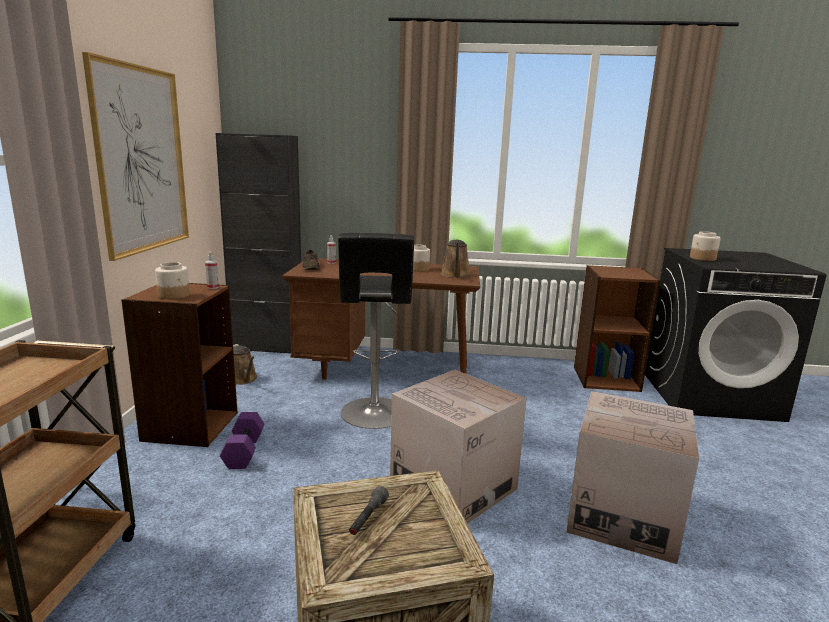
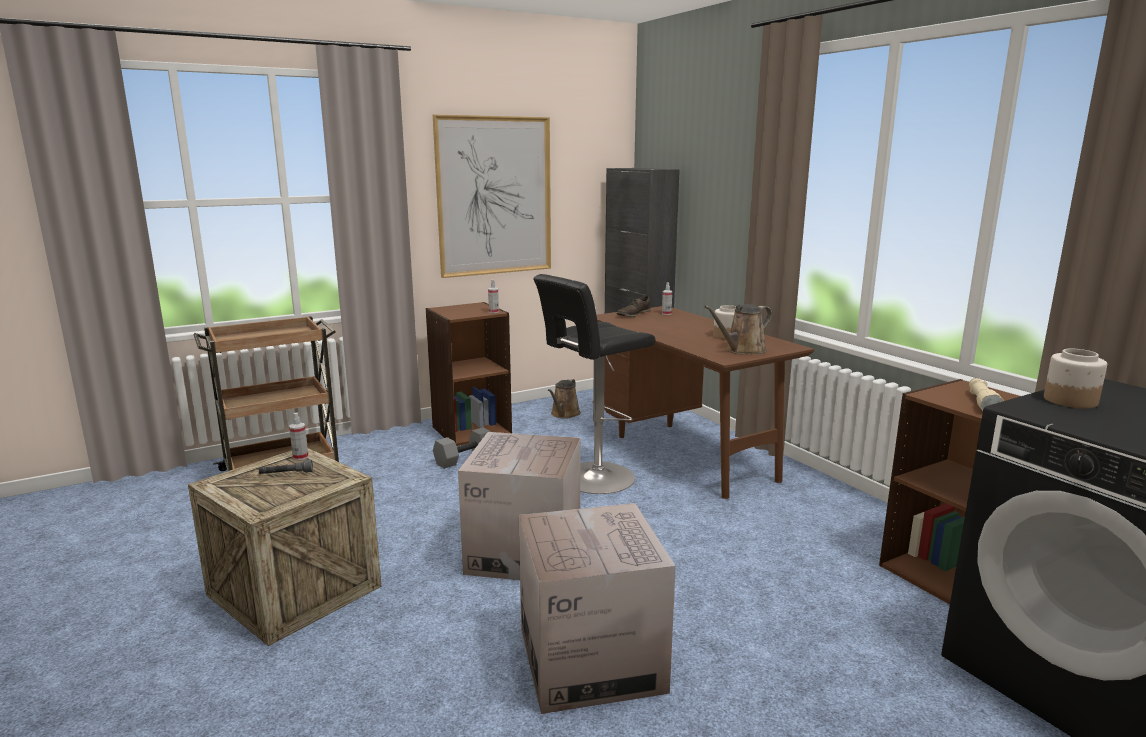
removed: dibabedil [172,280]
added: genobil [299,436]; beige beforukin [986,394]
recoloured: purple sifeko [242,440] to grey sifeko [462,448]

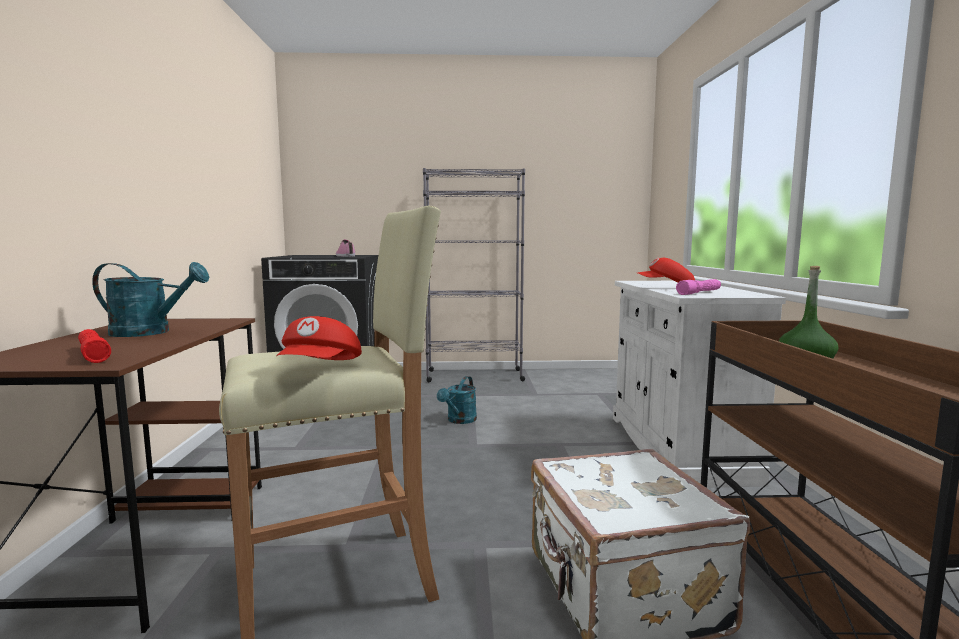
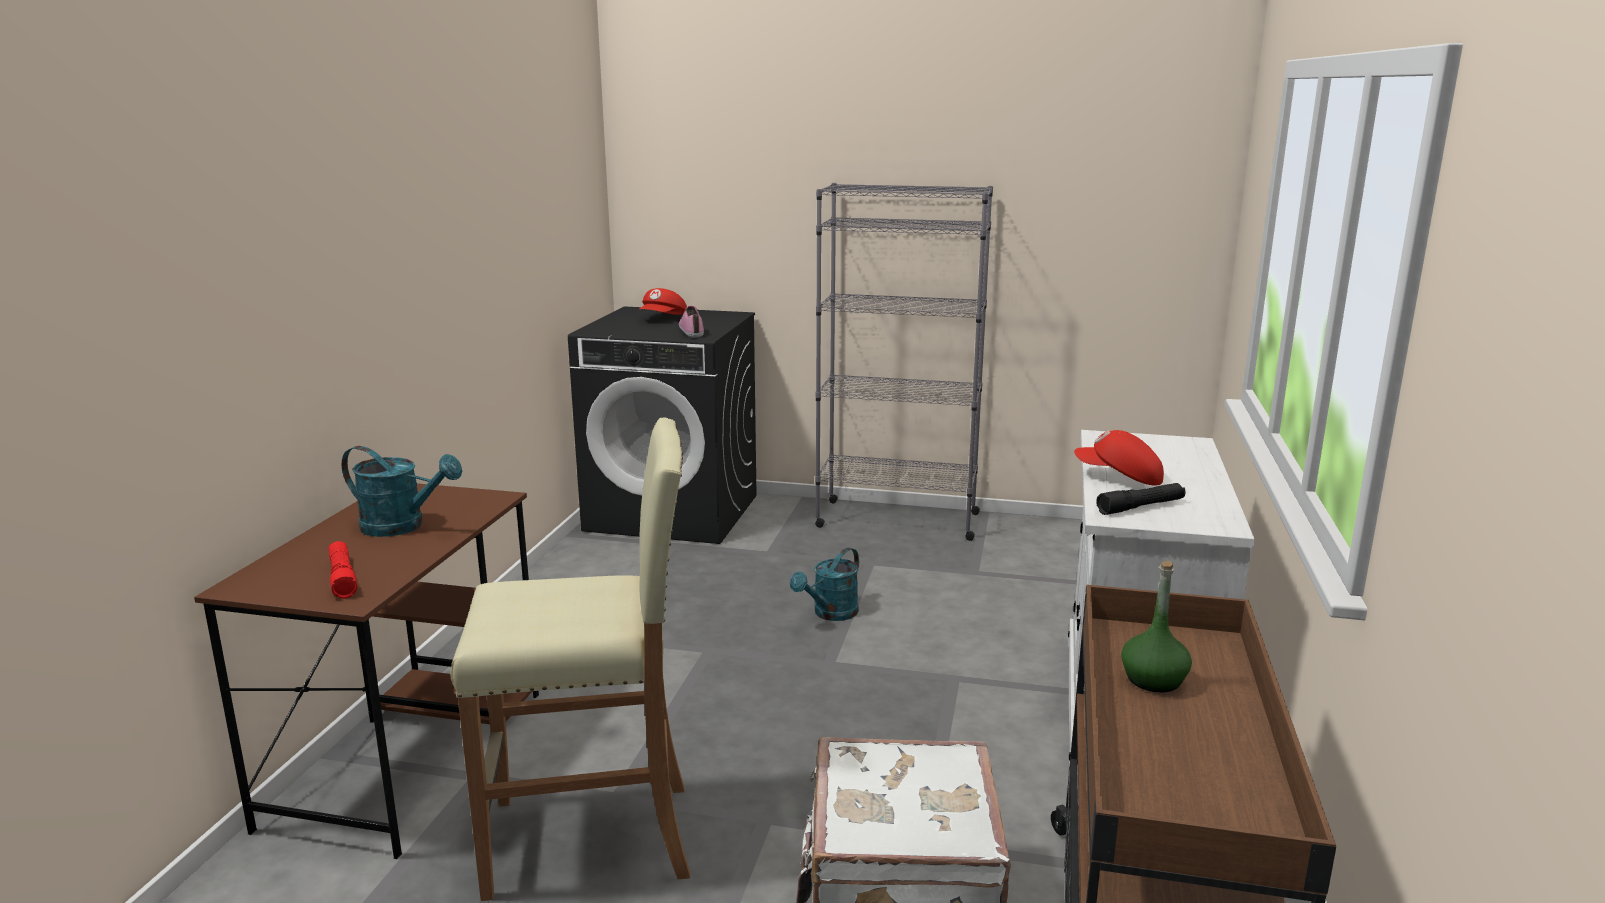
moved: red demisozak [319,338] to [663,301]
recoloured: pink beforukin [698,287] to black beforukin [1141,499]

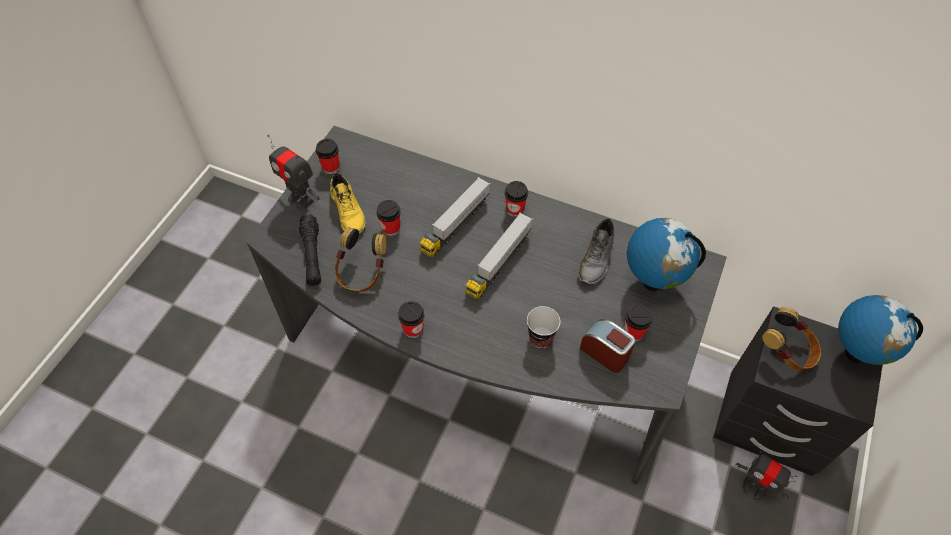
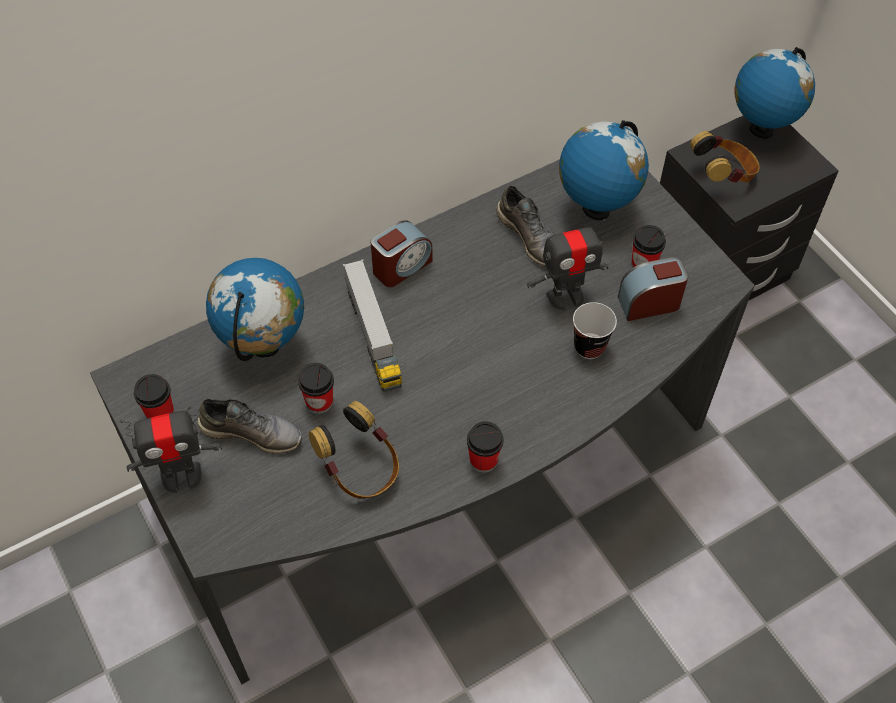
removed: black beforukin [310,250]; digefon [499,257]
added: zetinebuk [255,309]
moved: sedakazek [766,475] to [568,264]
replaced: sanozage [516,199] to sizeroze [402,253]
recoloured: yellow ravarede [348,202] to grey ravarede [249,426]

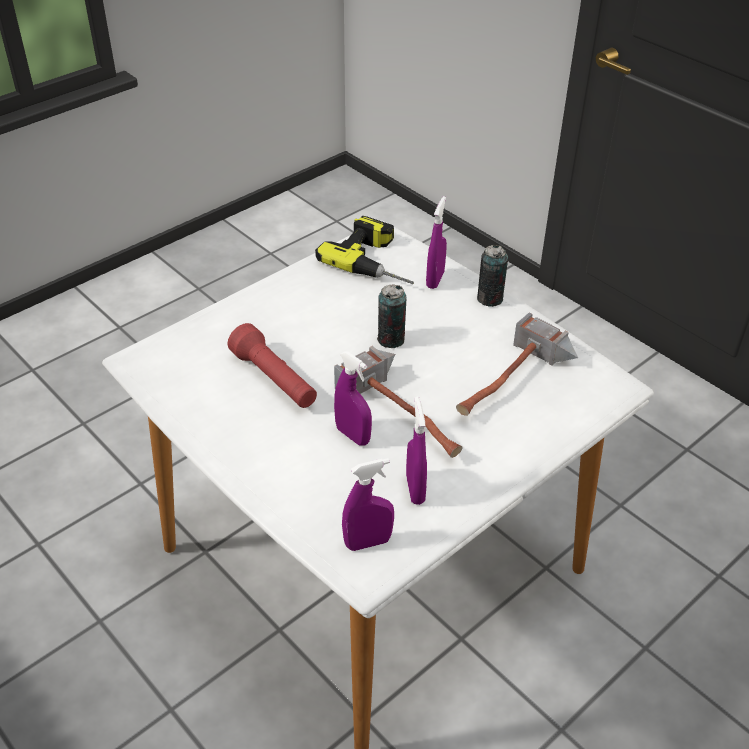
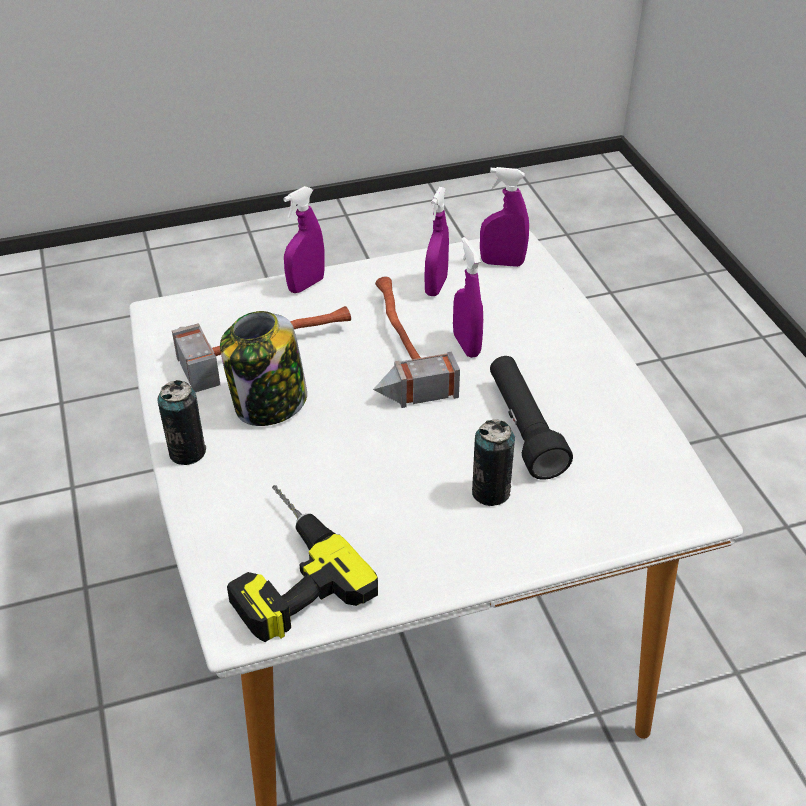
added: dibabedil [263,368]
moved: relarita [392,316] to [493,463]; purple genobil [436,242] to [304,239]
recoloured: red beforukin [272,365] to black beforukin [531,418]

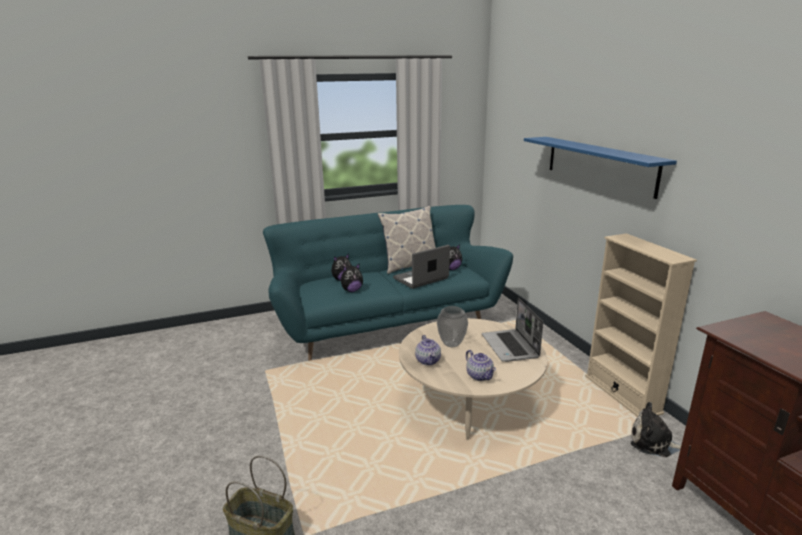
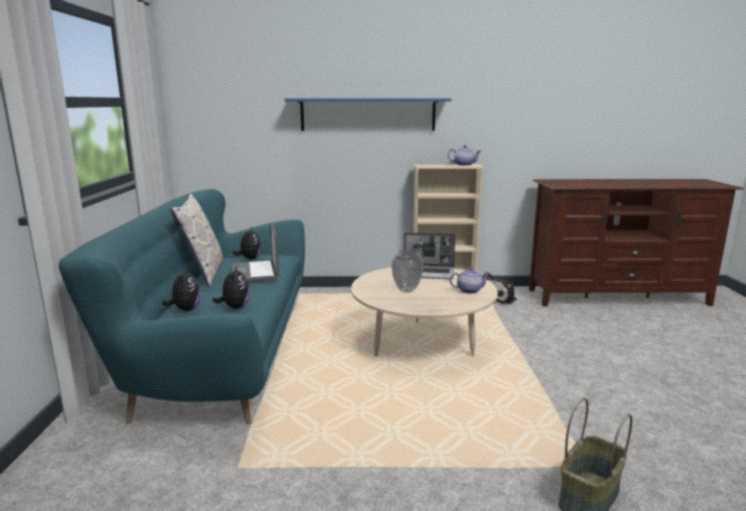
moved: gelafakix [428,350] to [464,155]

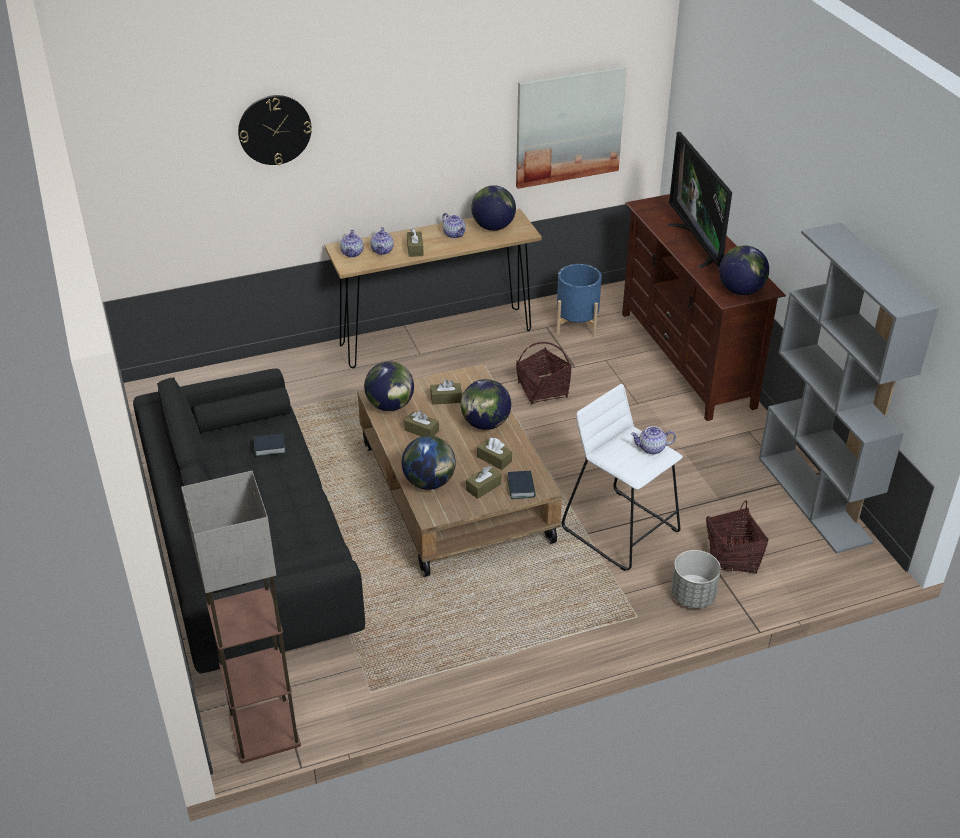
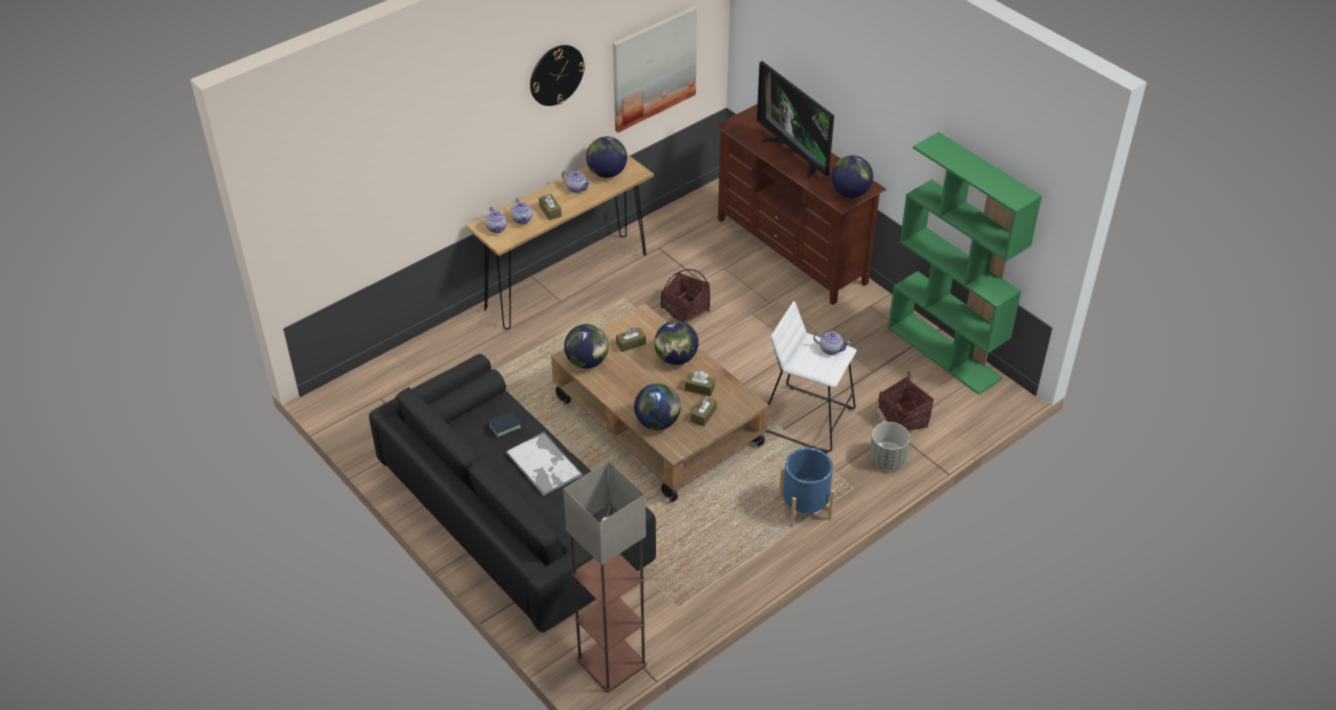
removed: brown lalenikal [421,424]; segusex [521,485]
added: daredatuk [544,464]
moved: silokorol [275,130] to [557,75]; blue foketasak [579,300] to [807,487]
recoloured: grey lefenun [849,388] to green lefenun [965,263]
turned: gelafakix [653,440] = [832,343] 135 degrees counterclockwise

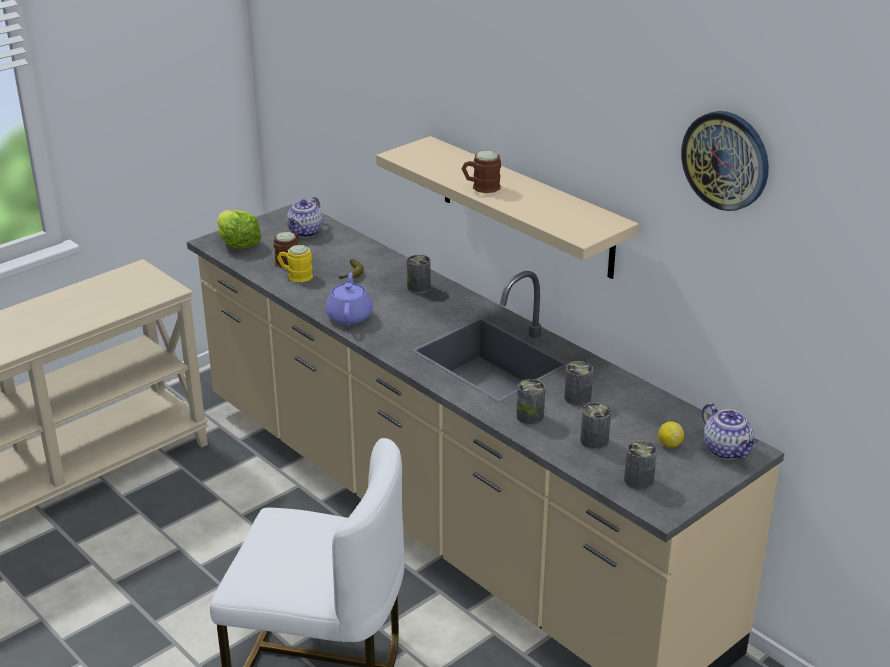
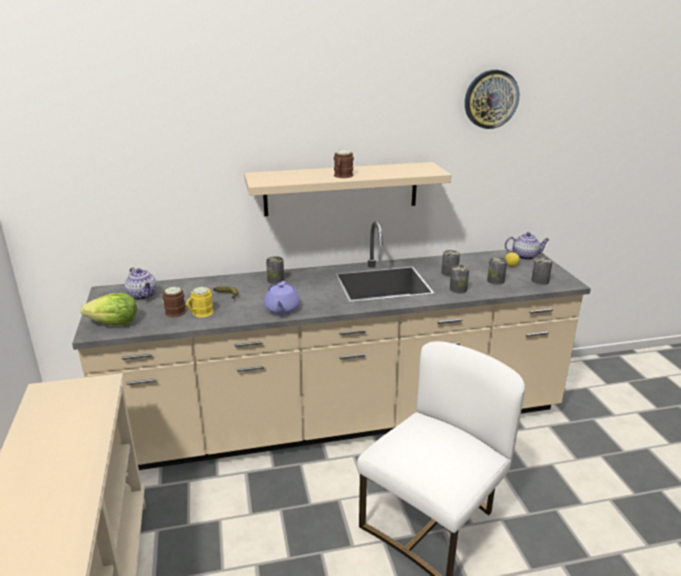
turned: purple gelafakix [349,298] = [282,298] 120 degrees counterclockwise

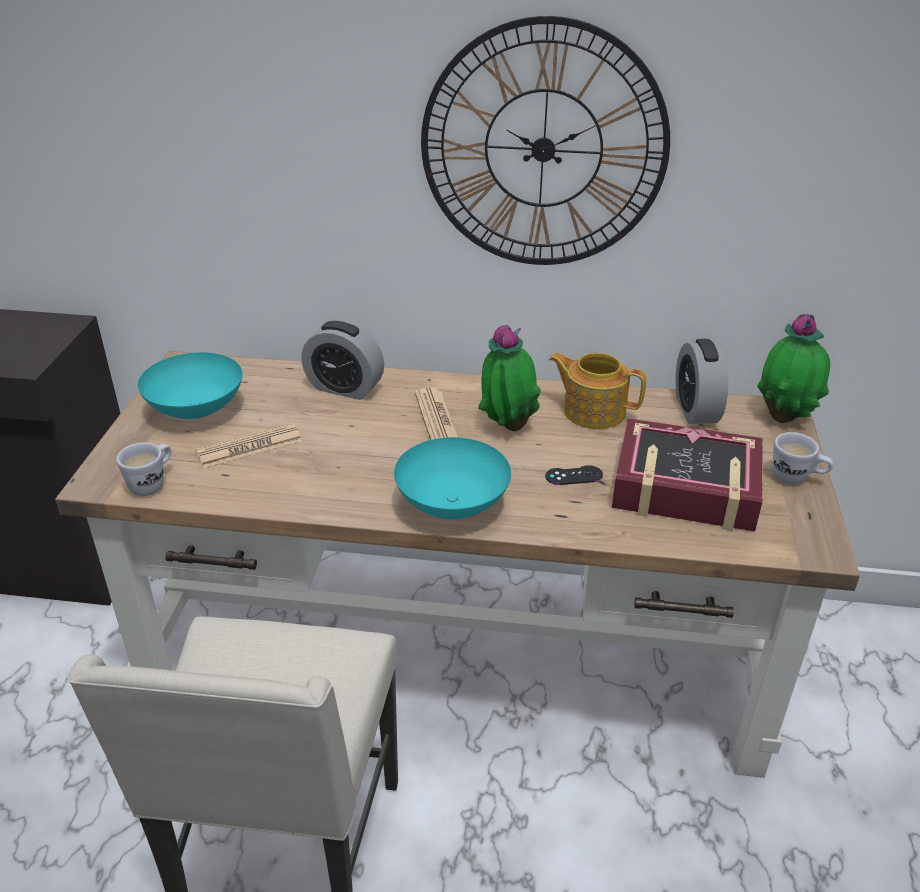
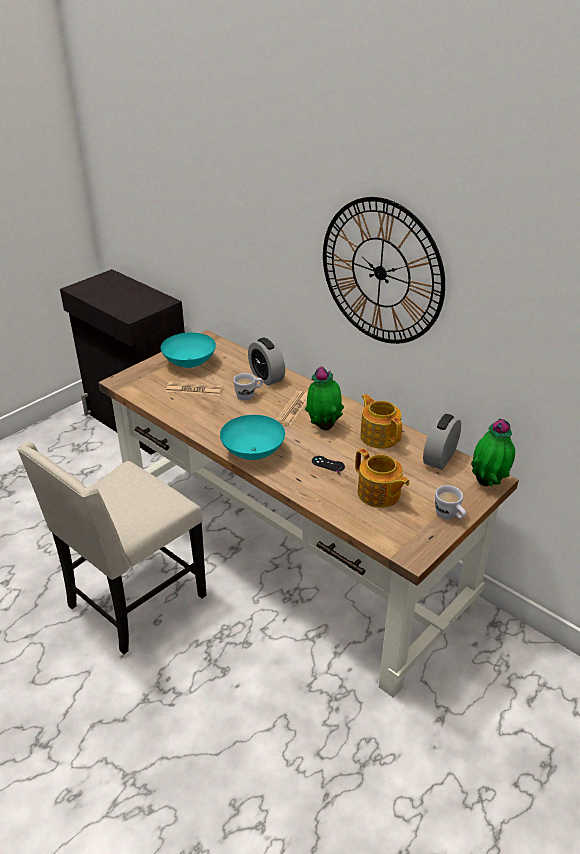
moved: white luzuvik [143,469] to [248,386]
replaced: segusex [687,475] to gelafakix [382,478]

